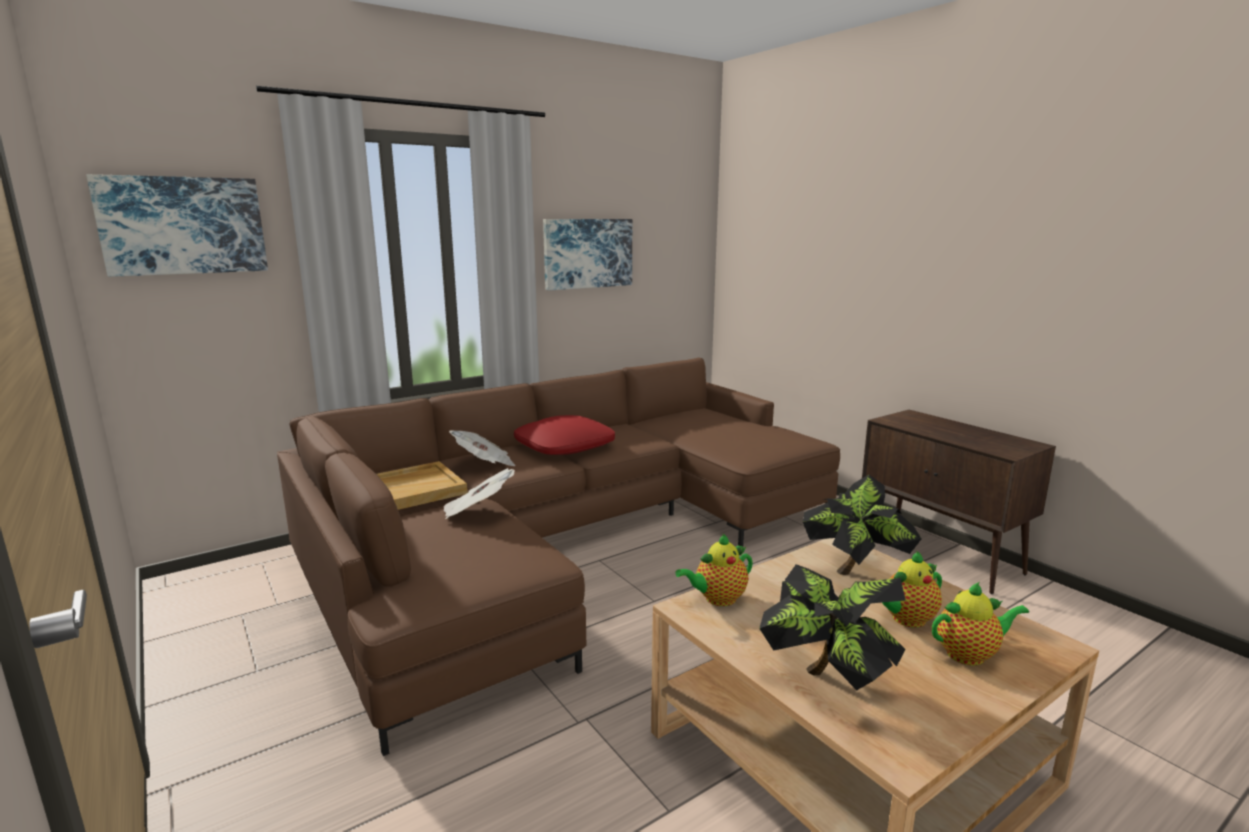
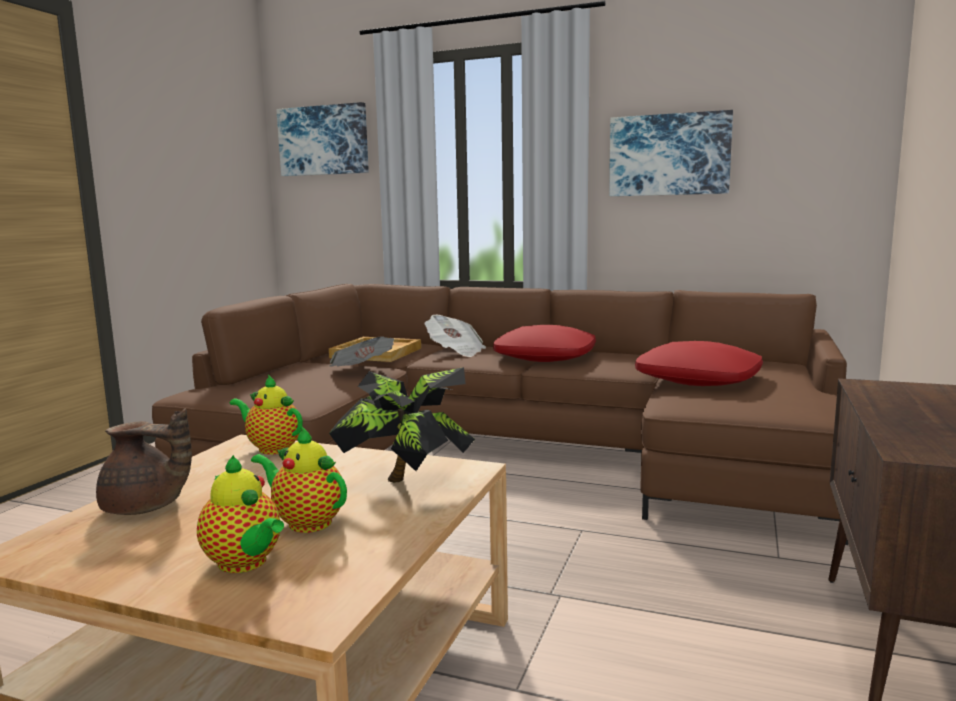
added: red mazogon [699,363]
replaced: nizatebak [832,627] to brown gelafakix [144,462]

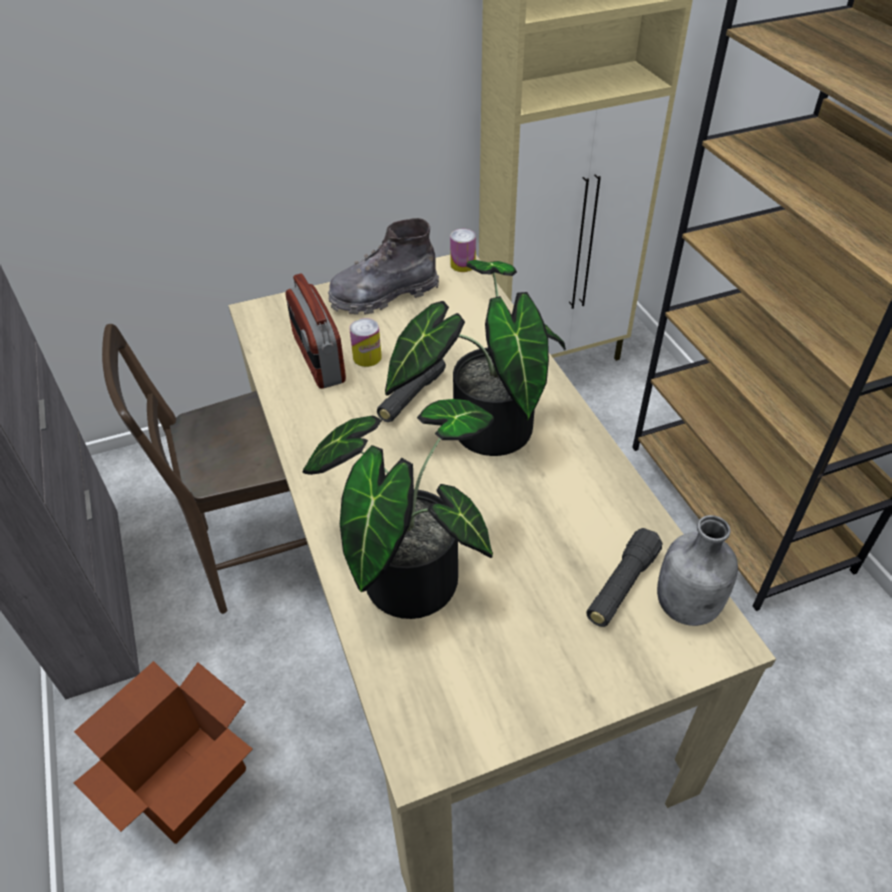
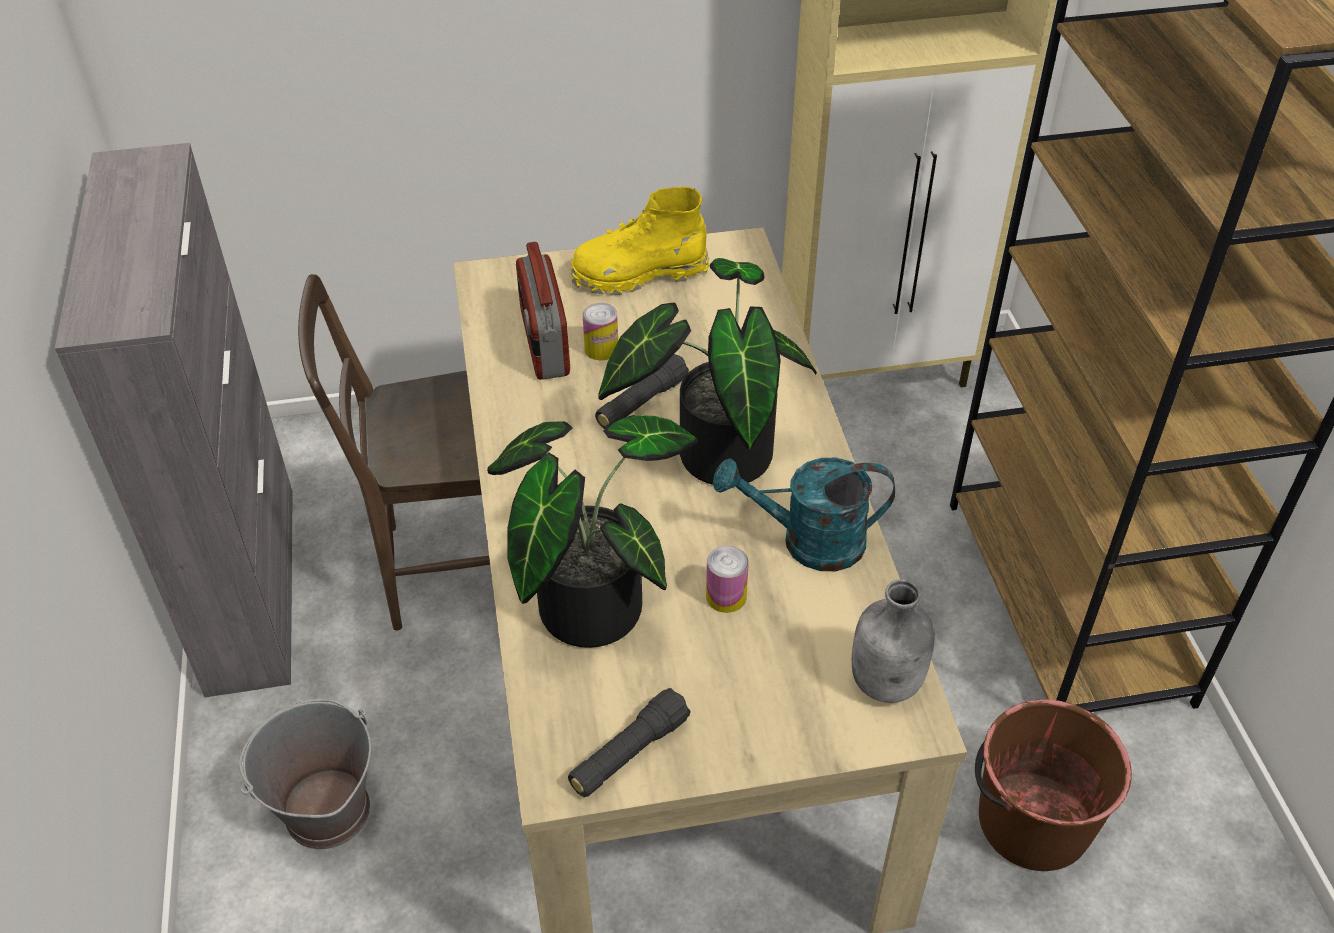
added: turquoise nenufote [804,514]; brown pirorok [1053,785]
moved: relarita [463,250] to [727,579]; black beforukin [624,577] to [629,742]
replaced: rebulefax [163,752] to grey pirorok [305,774]
recoloured: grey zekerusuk [383,266] to yellow zekerusuk [640,240]

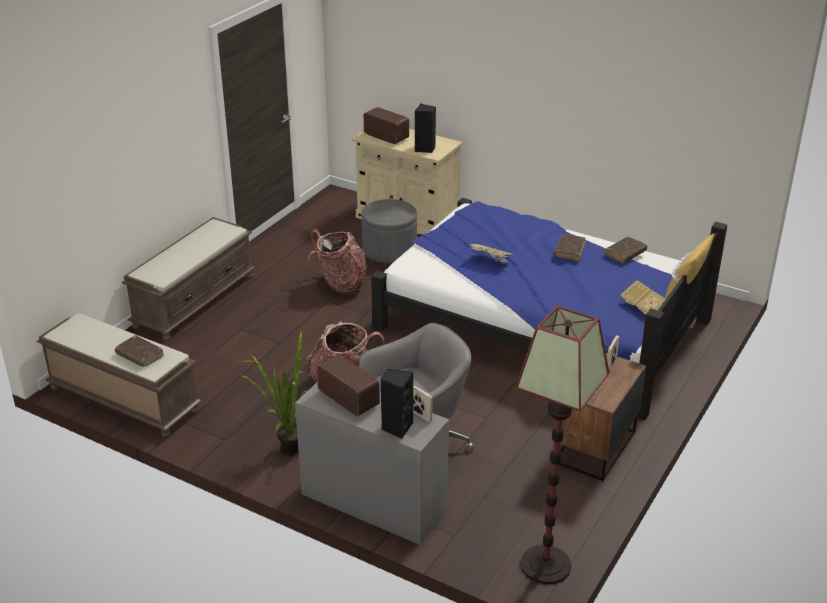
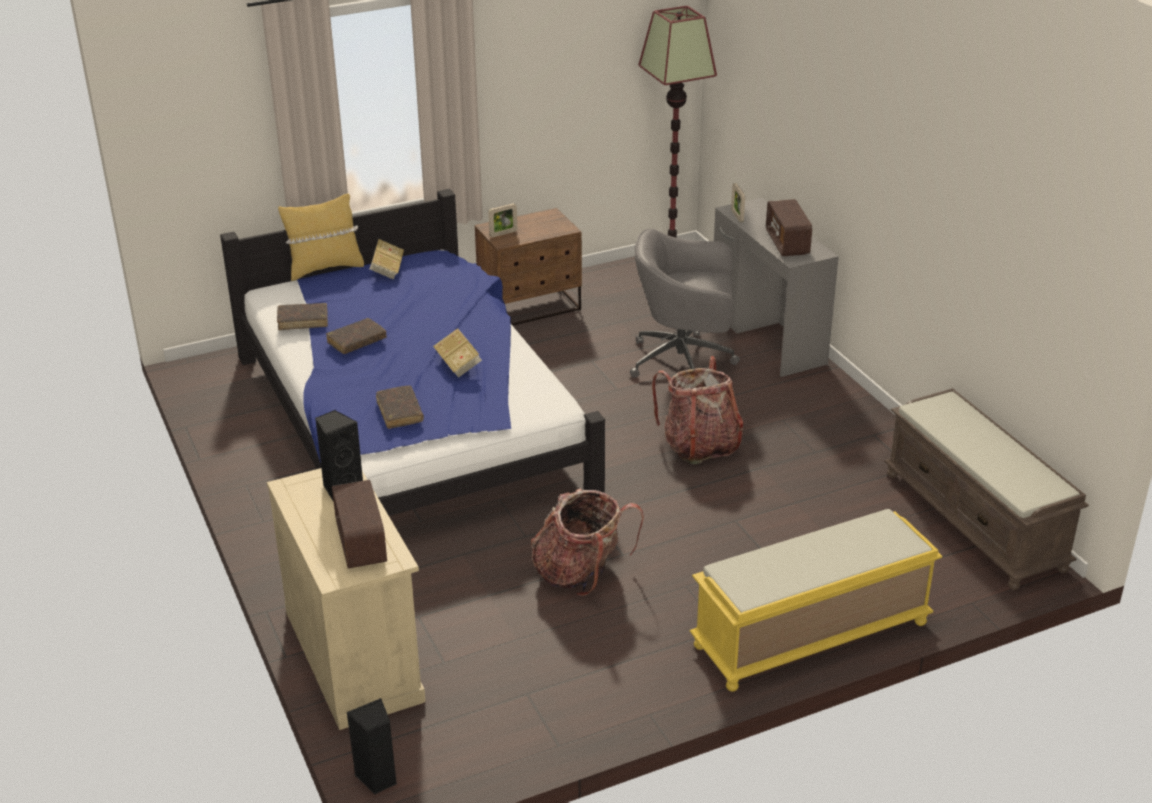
removed: nizatebak [274,393]; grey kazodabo [389,231]
moved: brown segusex [139,351] to [400,407]; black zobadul [397,404] to [371,746]
recoloured: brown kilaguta [188,279] to yellow kilaguta [816,600]

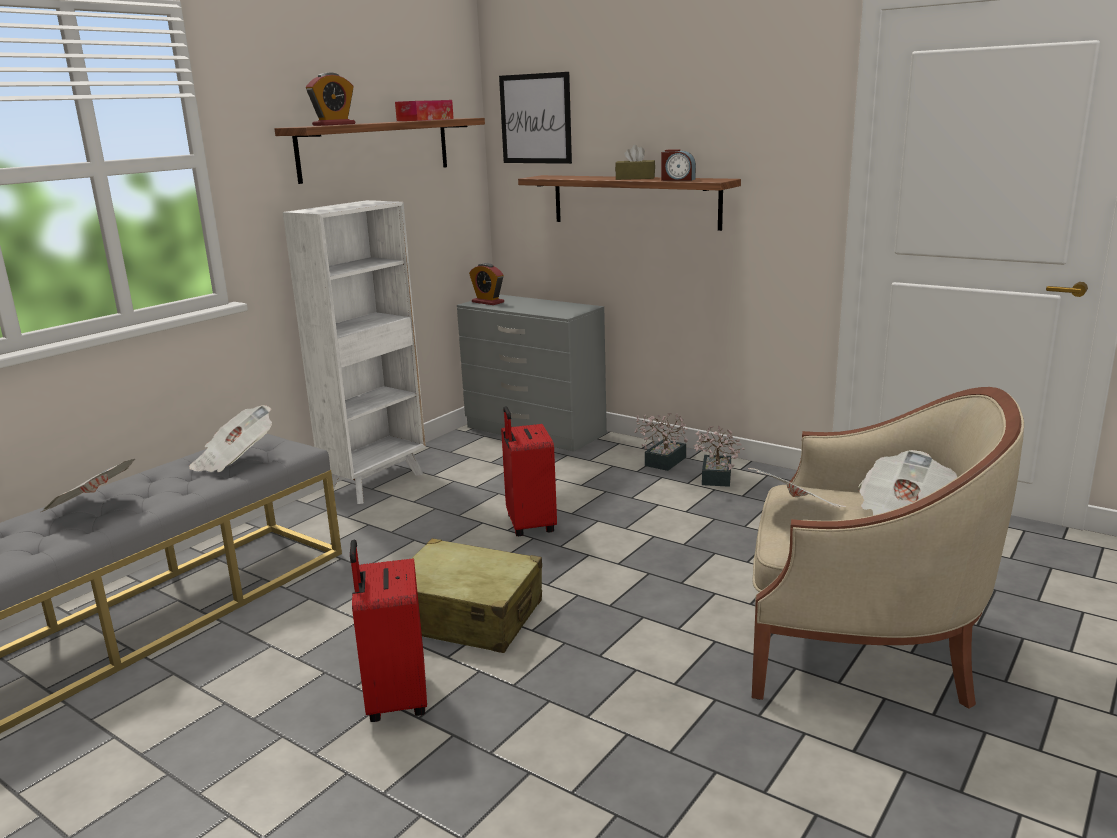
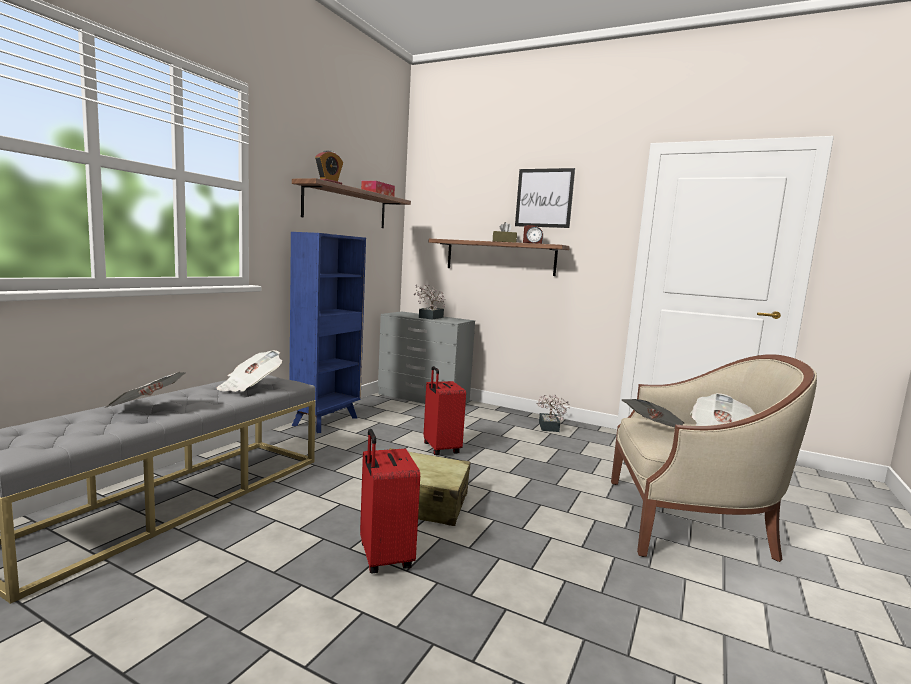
removed: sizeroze [486,284]
moved: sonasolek [535,118] to [545,198]; nizatebak [661,442] to [429,302]
recoloured: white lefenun [354,352] to blue lefenun [327,332]

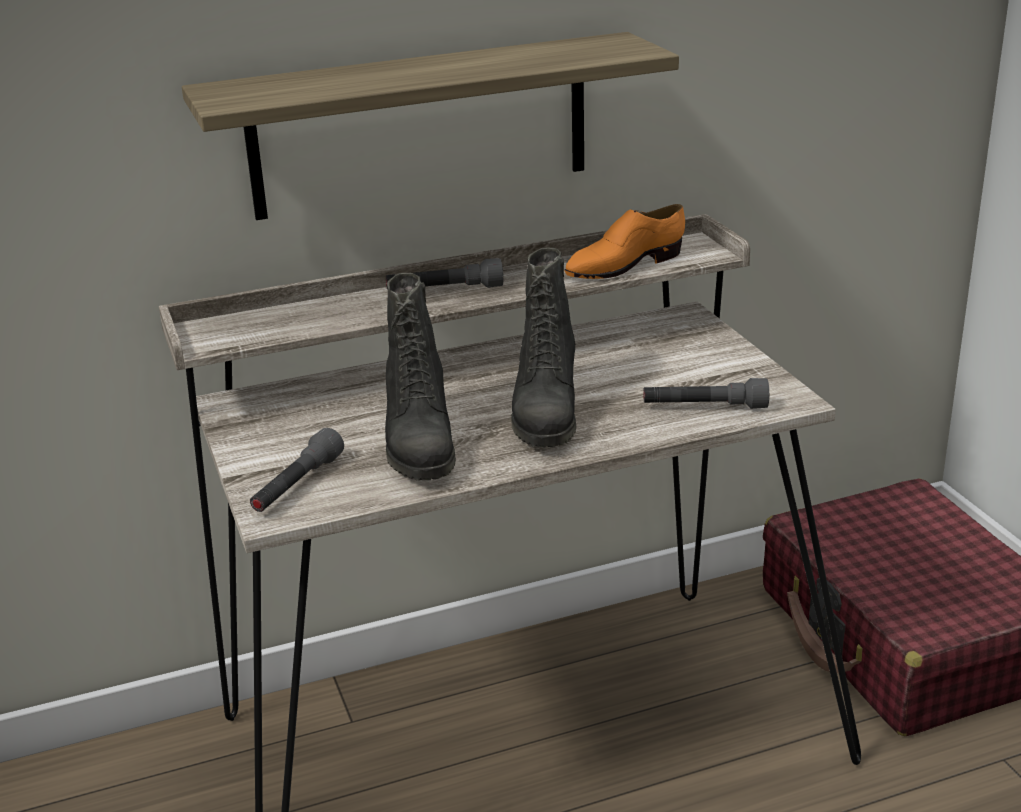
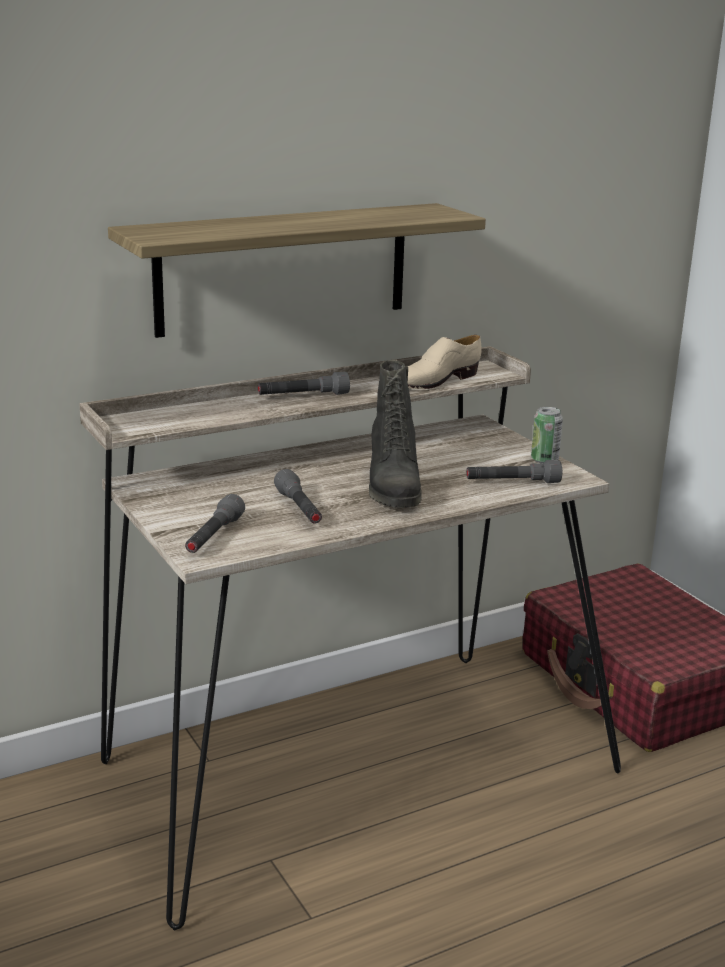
added: relarita [547,435]
replaced: black zekerusuk [420,377] to grey beforukin [298,496]
recoloured: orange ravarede [624,241] to beige ravarede [445,362]

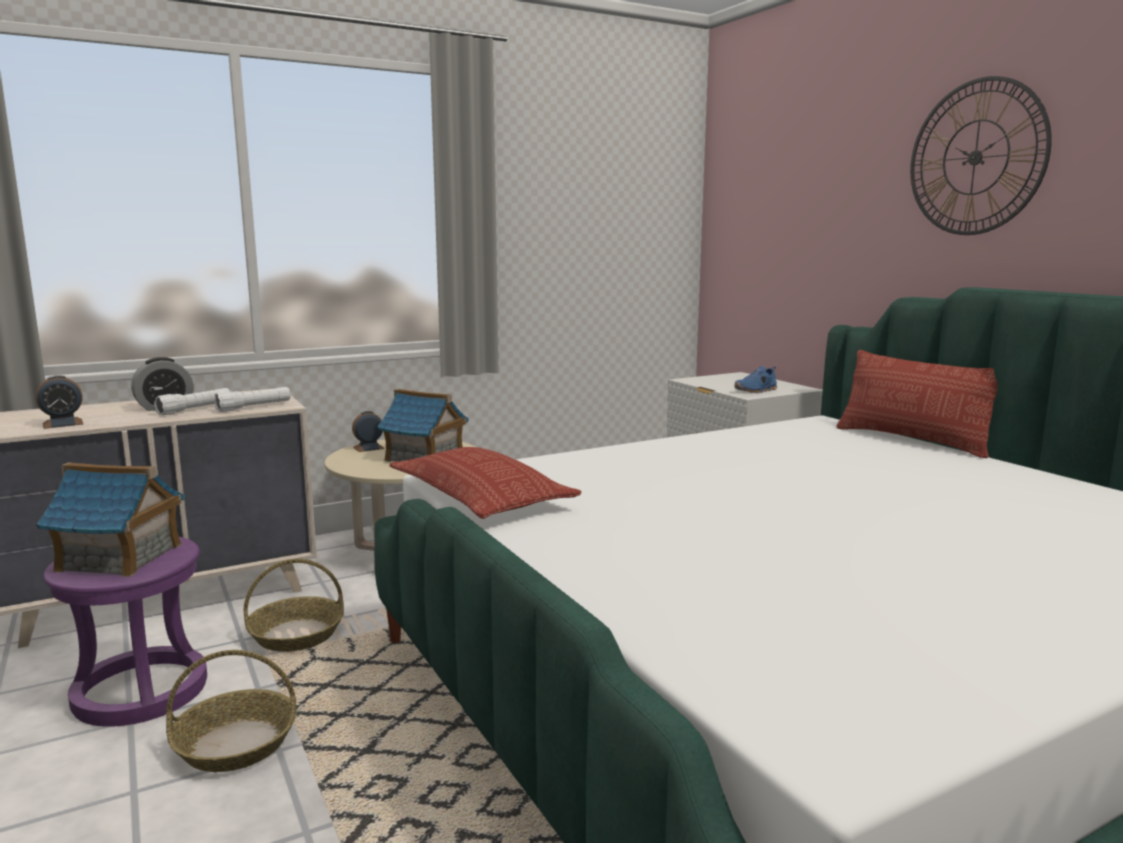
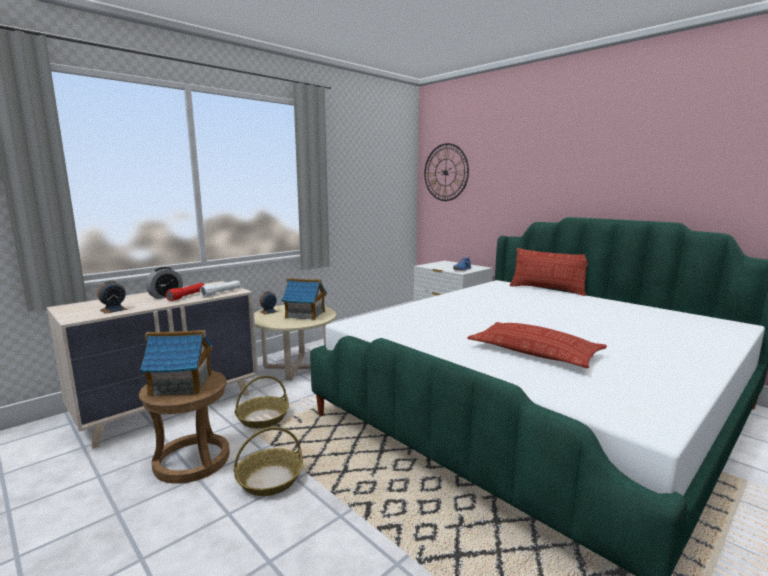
moved: mazogon [485,483] to [537,345]; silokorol [981,155] to [446,172]
recoloured: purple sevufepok [125,632] to brown sevufepok [184,427]; white beforukin [192,401] to red beforukin [185,292]

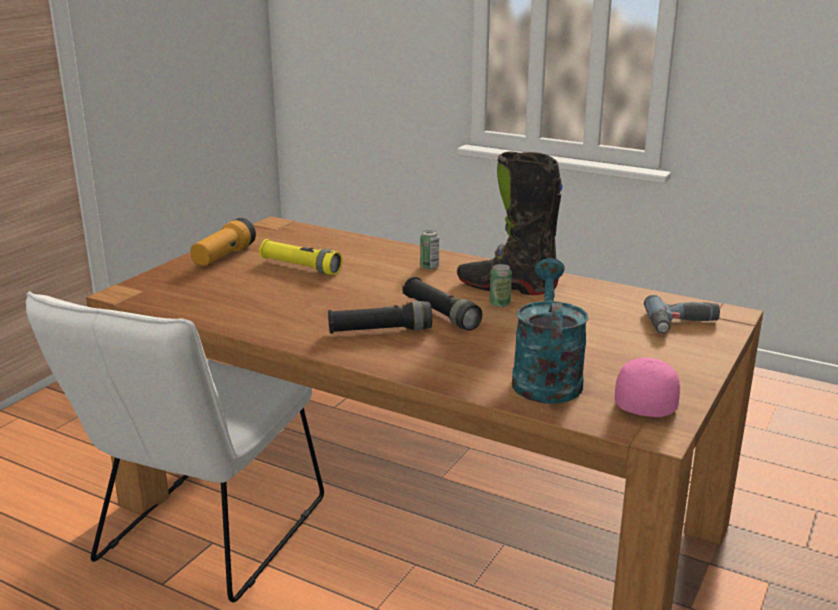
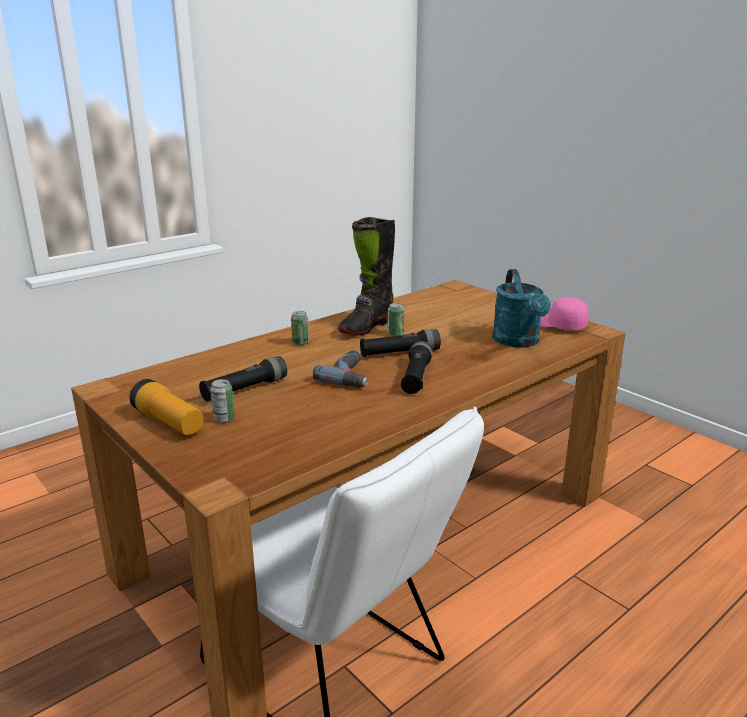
added: relarita [222,401]
moved: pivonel [682,314] to [340,369]
recoloured: yellow beforukin [300,257] to black beforukin [243,378]
turned: turquoise nenufote [550,331] = [521,308] 120 degrees counterclockwise

